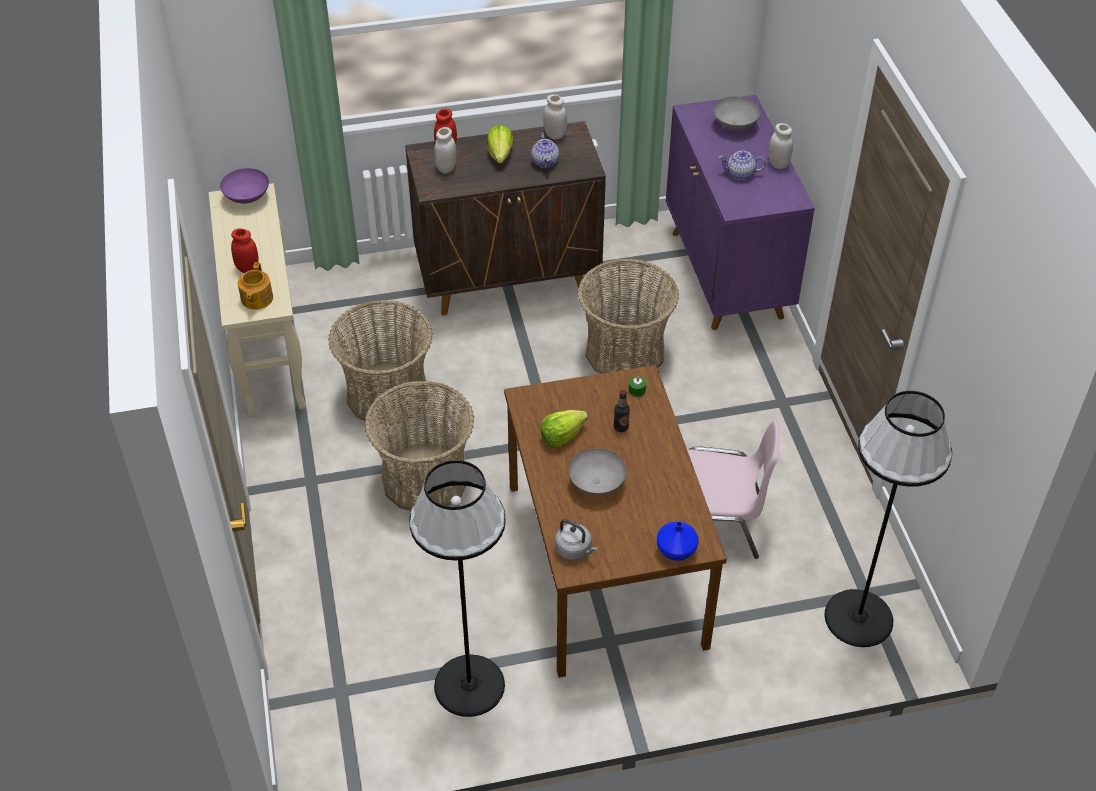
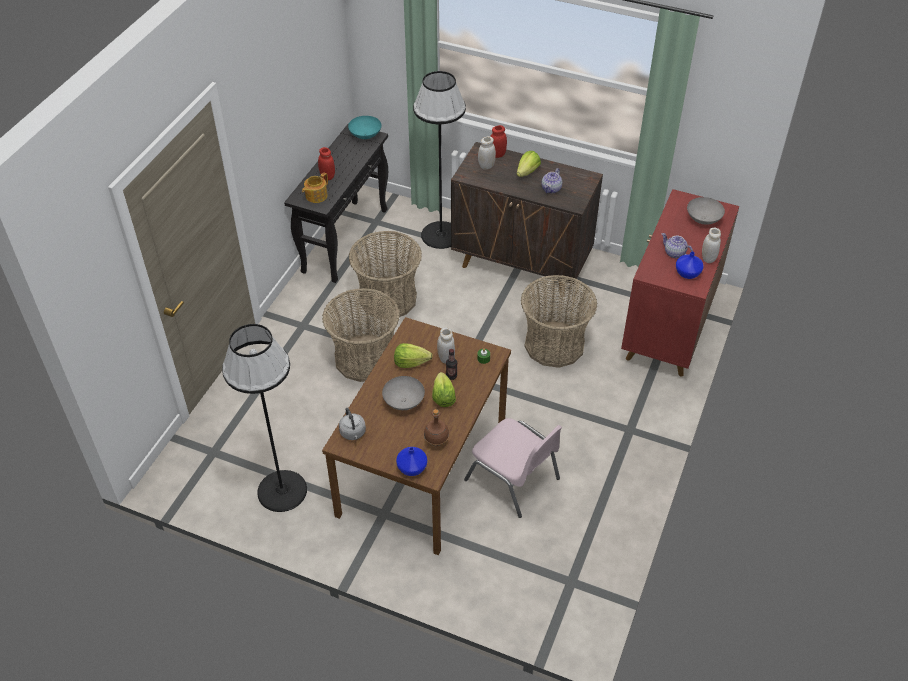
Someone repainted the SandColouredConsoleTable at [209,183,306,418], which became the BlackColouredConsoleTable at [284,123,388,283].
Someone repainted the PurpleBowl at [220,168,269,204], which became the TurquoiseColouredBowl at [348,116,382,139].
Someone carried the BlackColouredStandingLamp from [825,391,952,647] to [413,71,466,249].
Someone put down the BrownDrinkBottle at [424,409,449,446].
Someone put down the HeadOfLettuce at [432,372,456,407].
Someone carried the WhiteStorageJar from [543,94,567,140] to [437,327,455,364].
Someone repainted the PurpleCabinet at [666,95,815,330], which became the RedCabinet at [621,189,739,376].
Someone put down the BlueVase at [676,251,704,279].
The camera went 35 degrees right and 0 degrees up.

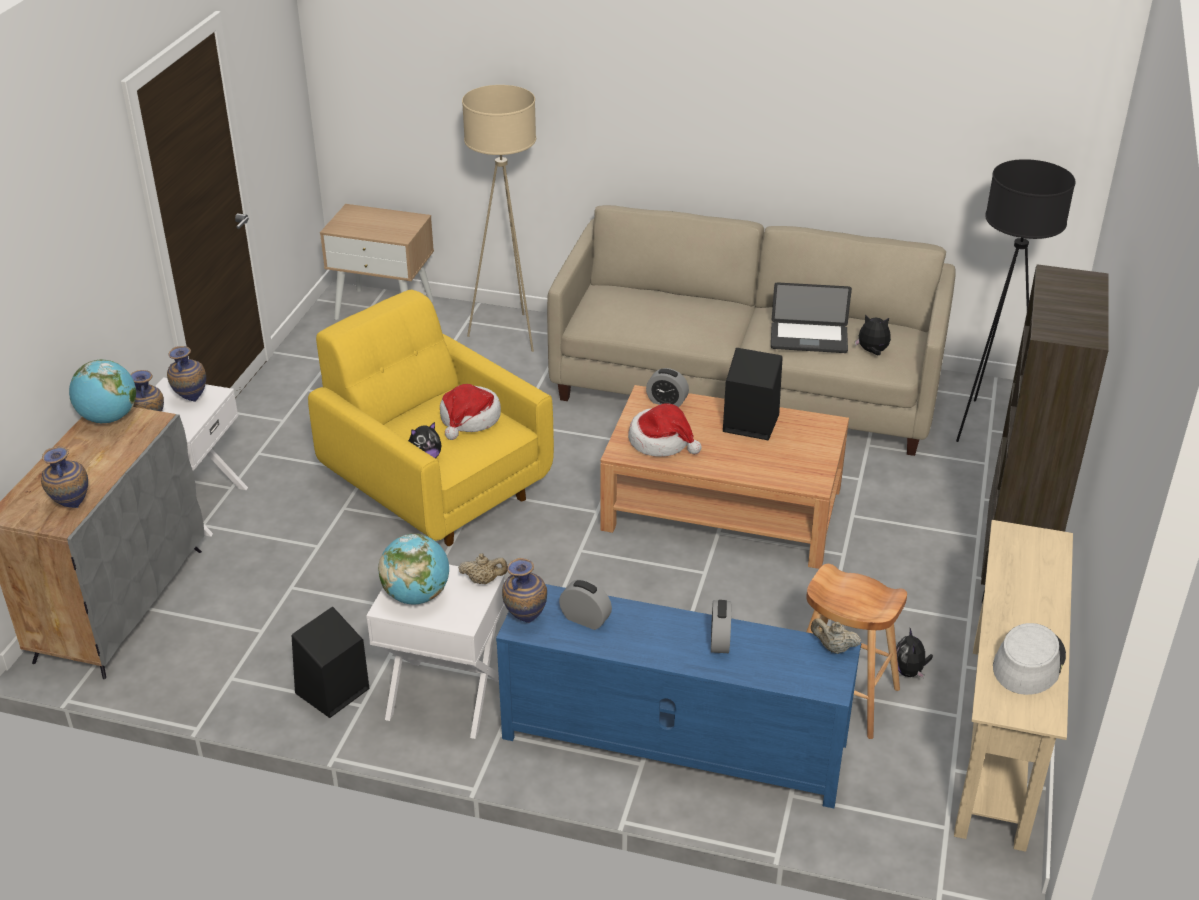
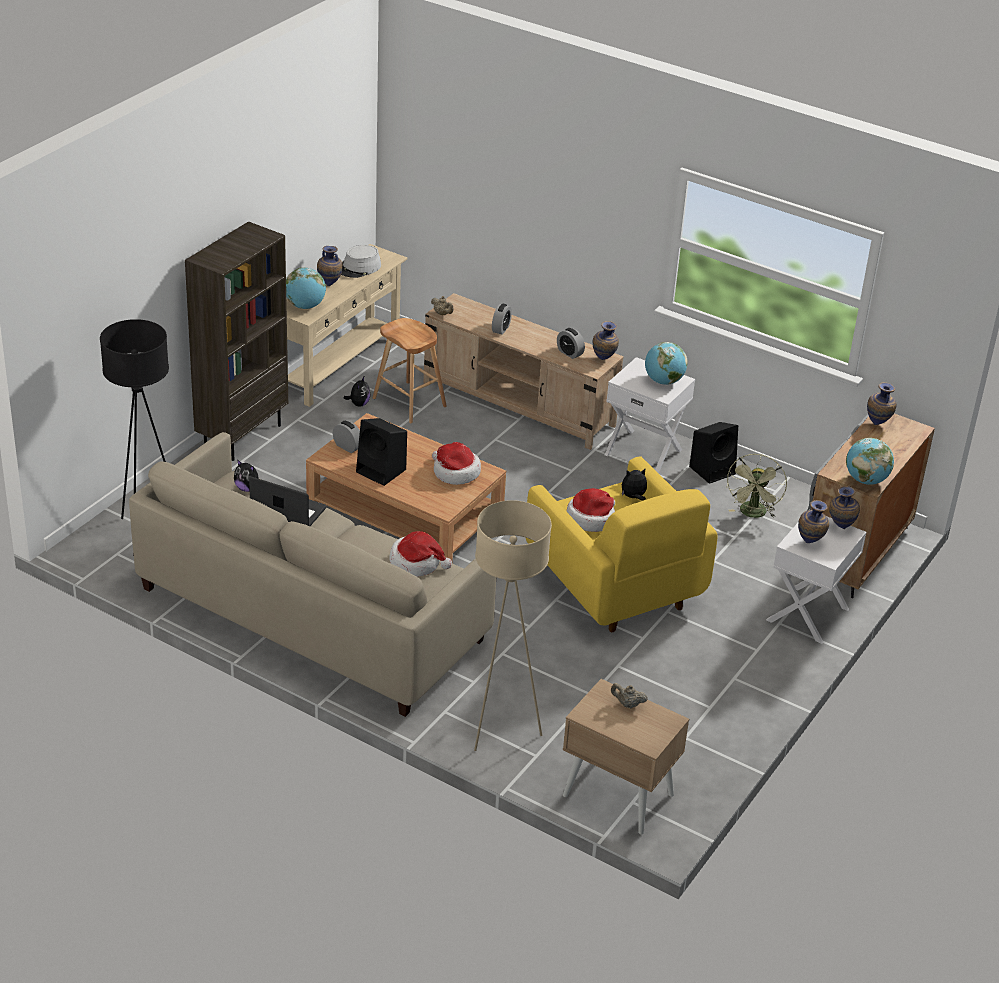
Someone put down the DeskGlobe at [286,267,326,309].
Someone put down the Vase at [317,246,343,286].
Someone carried the BedsideClock from [646,368,689,407] to [333,421,360,453].
Someone put down the ClothingHat at [389,531,452,577].
Someone repainted the BlueTvUnit at [496,584,861,808], which became the SandColouredTvUnit at [424,293,623,450].
Someone carried the SandColouredTeaPot from [458,553,508,584] to [611,683,647,709].
Someone put down the GreenColouredFan at [726,454,787,518].
The camera went 165 degrees left and 0 degrees up.

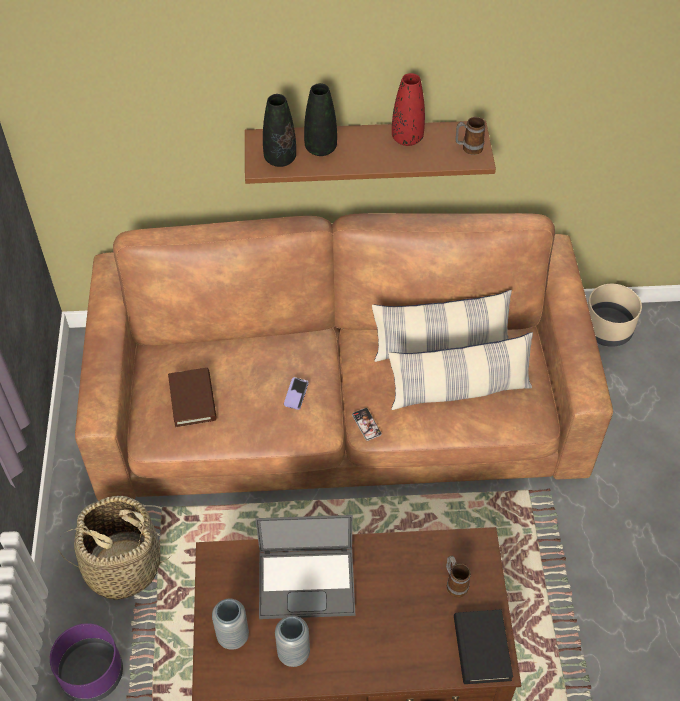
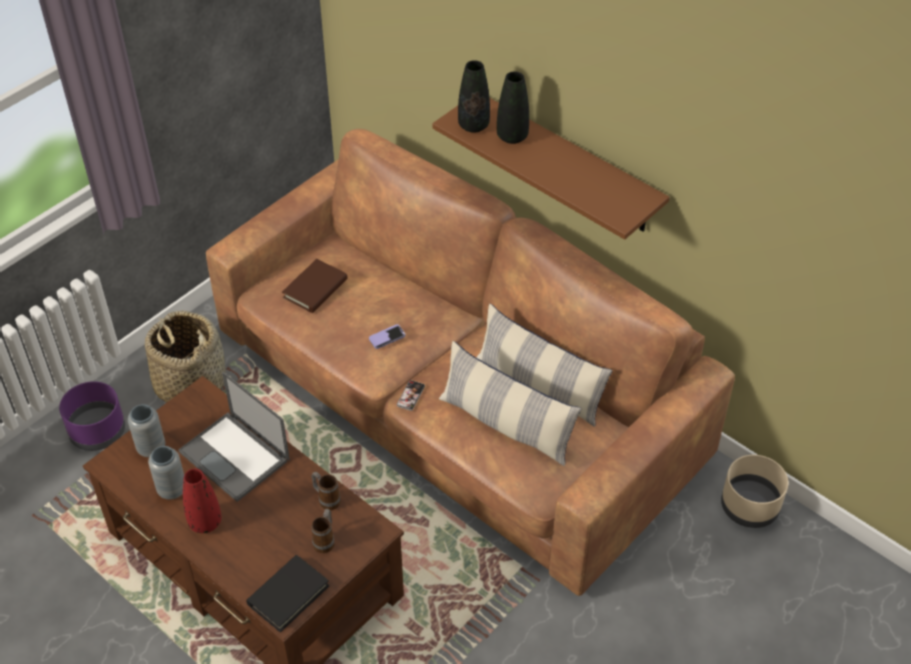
Someone carried the RedVase from [392,73,425,146] to [183,469,221,533].
Someone carried the CoffeeMug from [455,117,485,155] to [311,472,341,510].
The camera went 45 degrees right and 5 degrees down.

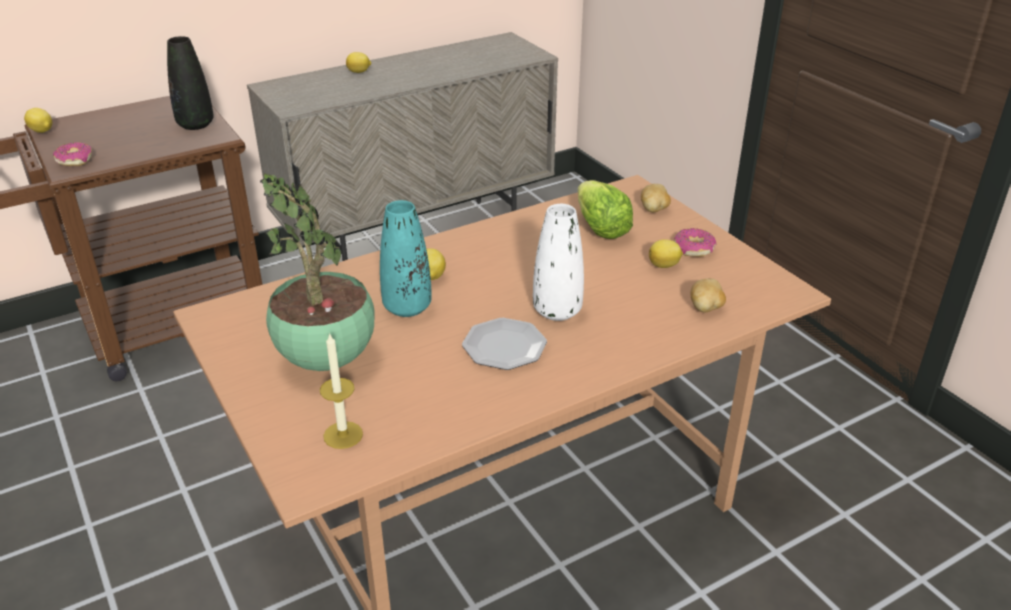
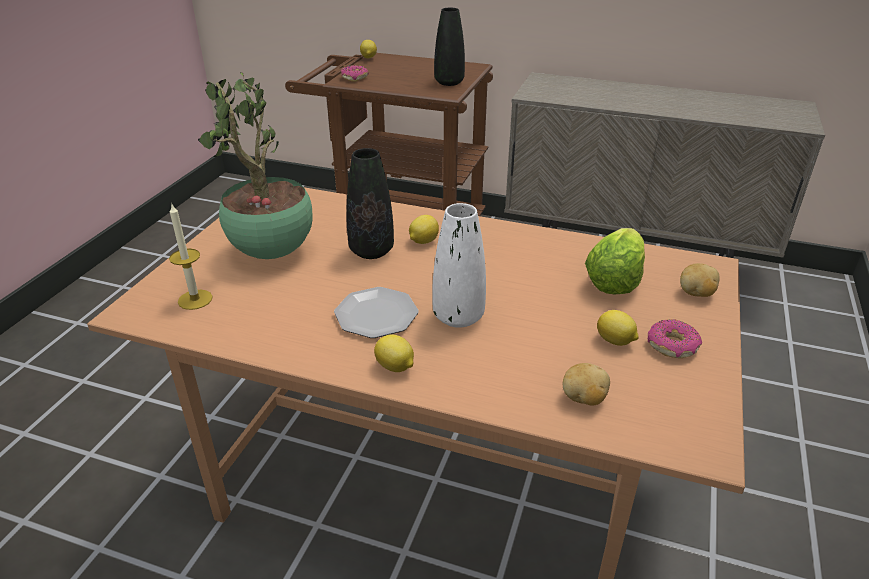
Someone repainted the TurquoiseColouredVase at [380,200,432,317], which became the BlackColouredVase at [346,148,394,259].
Someone carried the WholeLemon from [346,52,371,73] to [374,334,414,372].
The camera went 50 degrees right and 0 degrees up.

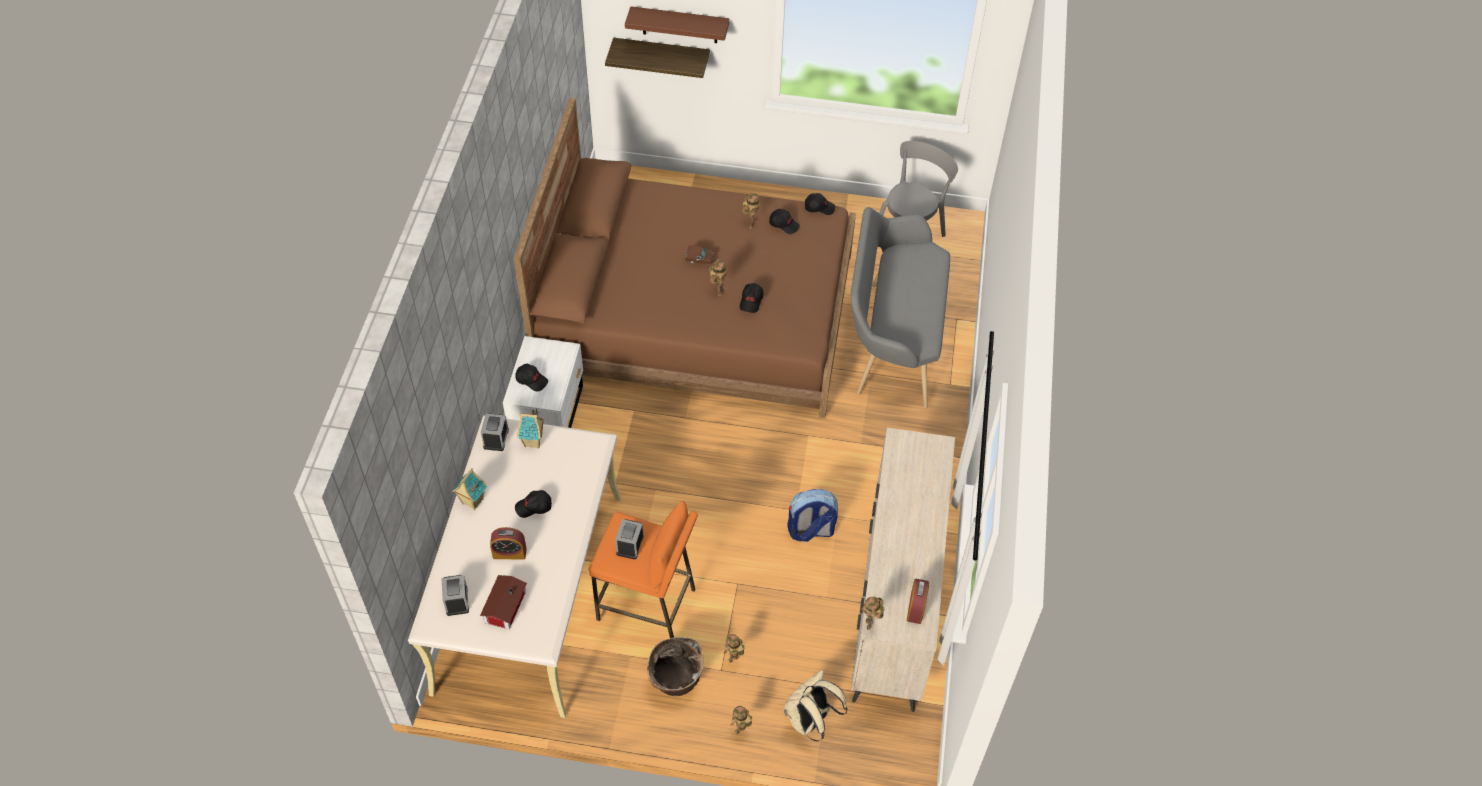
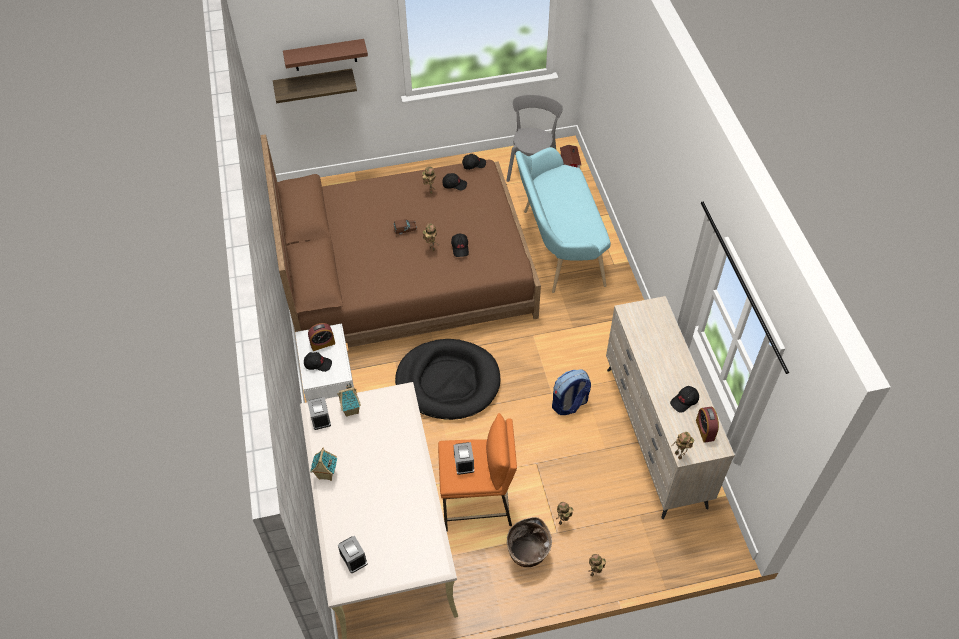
Someone carried the BedsideClock from [490,527,527,560] to [308,323,335,351].
Someone put down the BlackColouredDogBed at [395,339,500,420].
Someone repainted the GreyIndoorBench at [851,207,950,408], which became the TurquoiseColouredIndoorBench at [516,147,611,293].
Someone carried the ModelHouse from [480,575,527,630] to [560,145,581,168].
Someone carried the BlackColouredPeakedCap from [515,490,552,518] to [670,386,699,413].
Someone took away the SandColouredRucksack at [784,670,848,741].
The camera went 20 degrees left and 0 degrees up.

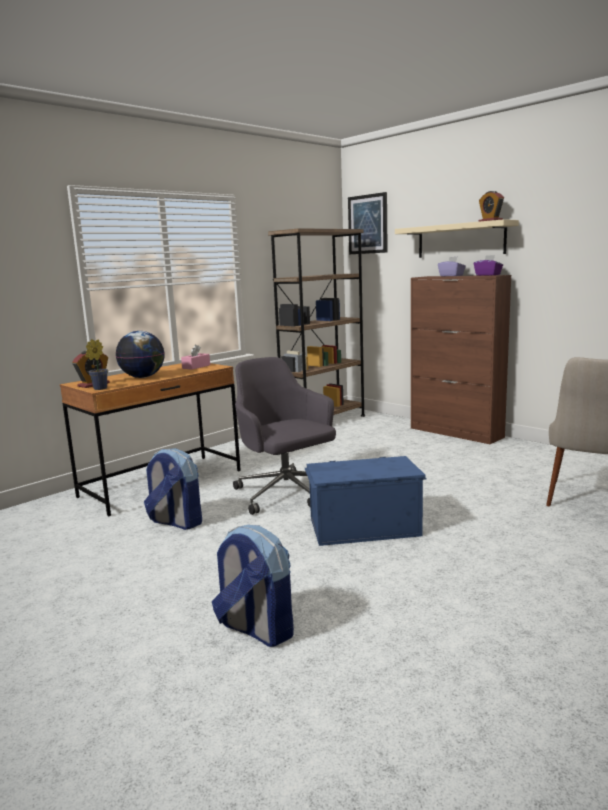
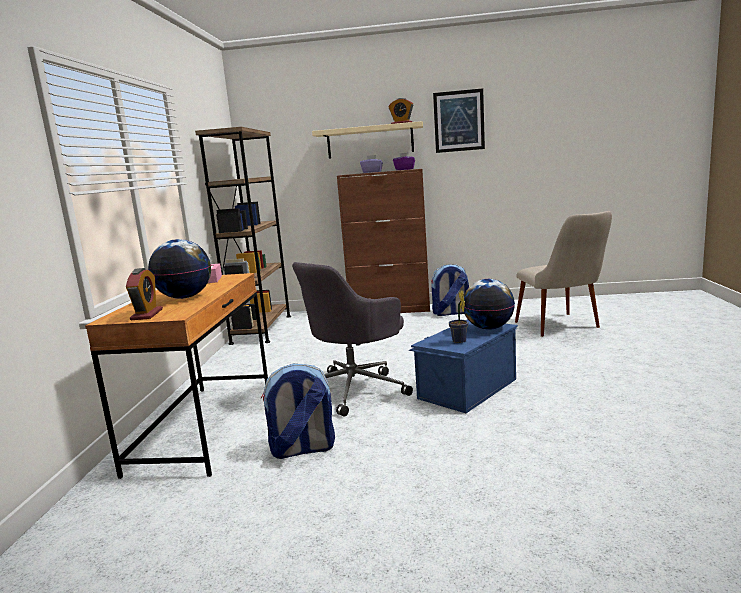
Someone rotated the GreyDeskChair at [233,357,336,515] by 60 degrees counterclockwise.
Someone carried the Rucksack from [212,525,294,647] to [431,264,469,316].
Someone carried the WallArt from [348,192,388,254] to [433,88,485,153].
Someone carried the PlantInAPot from [86,339,108,390] to [449,290,469,343].
Someone put down the DeskGlobe at [464,279,515,330].
The camera went 40 degrees left and 0 degrees up.

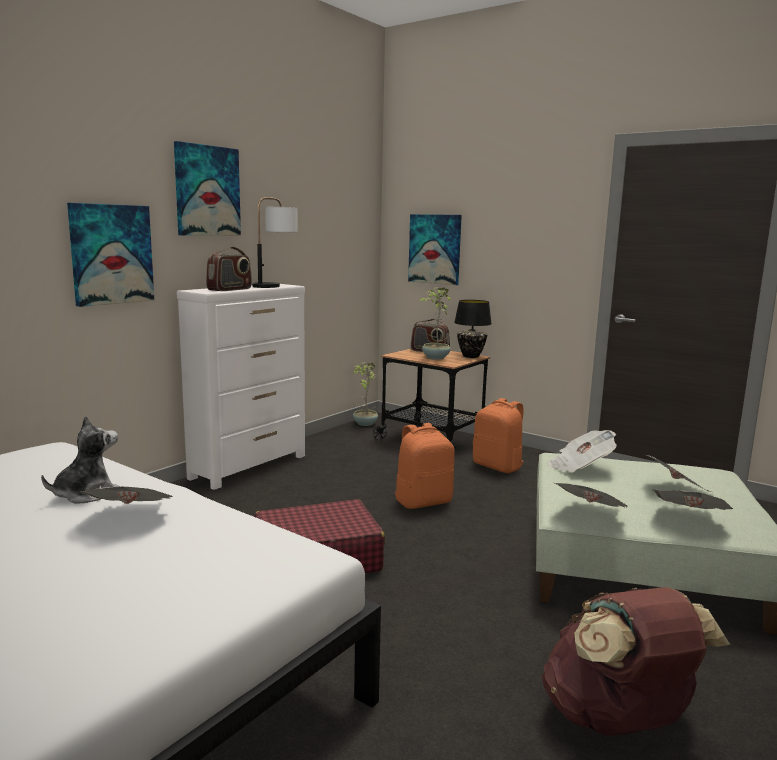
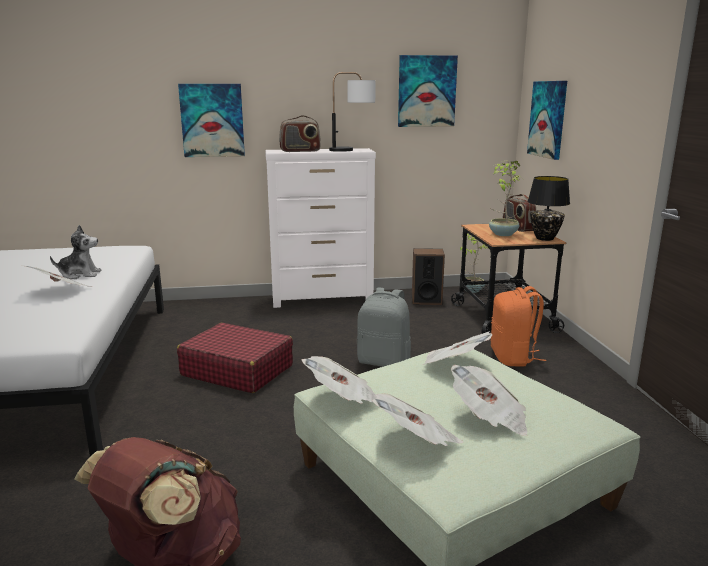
Someone repainted the OrangeRucksack at [395,423,455,509], which became the GreyRucksack at [357,288,411,367].
Someone carried the WallArt from [174,141,241,236] to [398,55,458,127].
Someone put down the Loudspeaker at [412,248,445,305].
The camera went 45 degrees right and 5 degrees up.

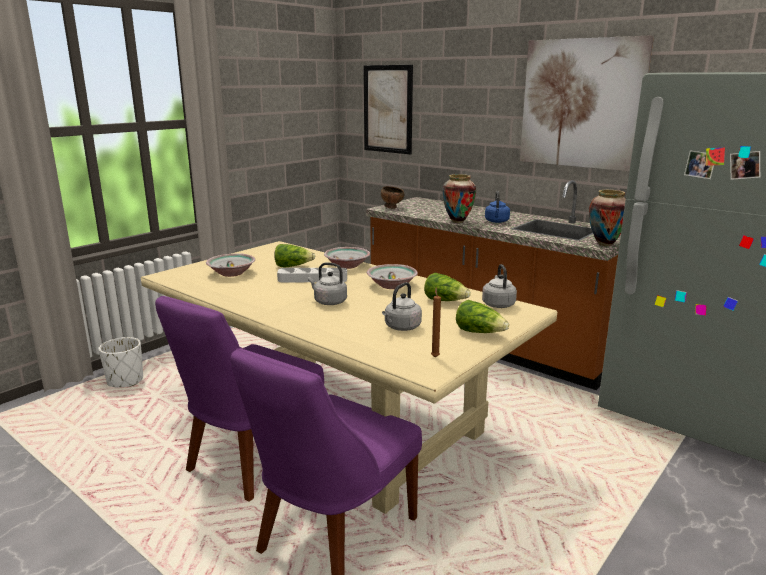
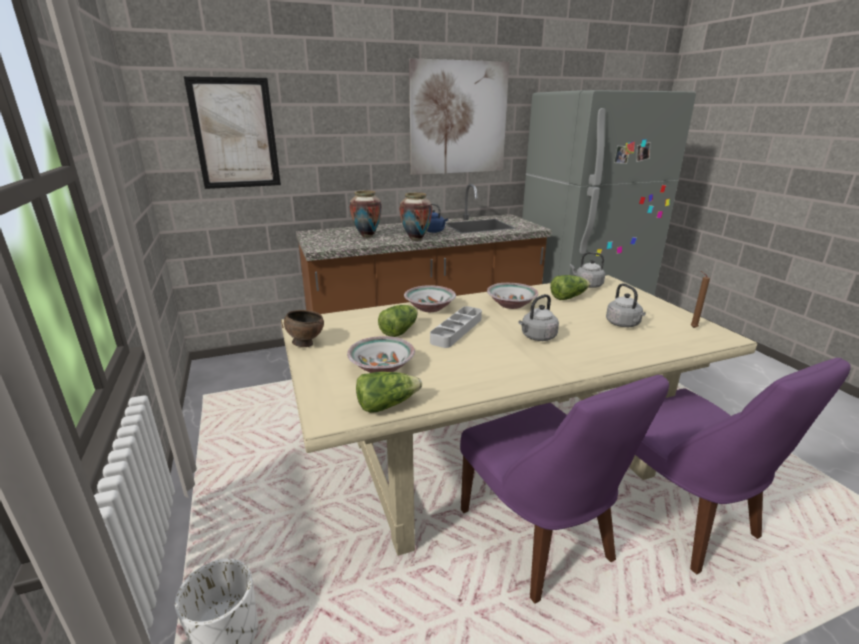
Someone carried the BrownBowl from [381,186,405,209] to [284,310,324,347].
Someone carried the Vase from [589,190,626,246] to [349,190,382,238].
Someone carried the HeadOfLettuce from [456,300,509,333] to [356,372,422,413].
The camera went 60 degrees left and 5 degrees up.

